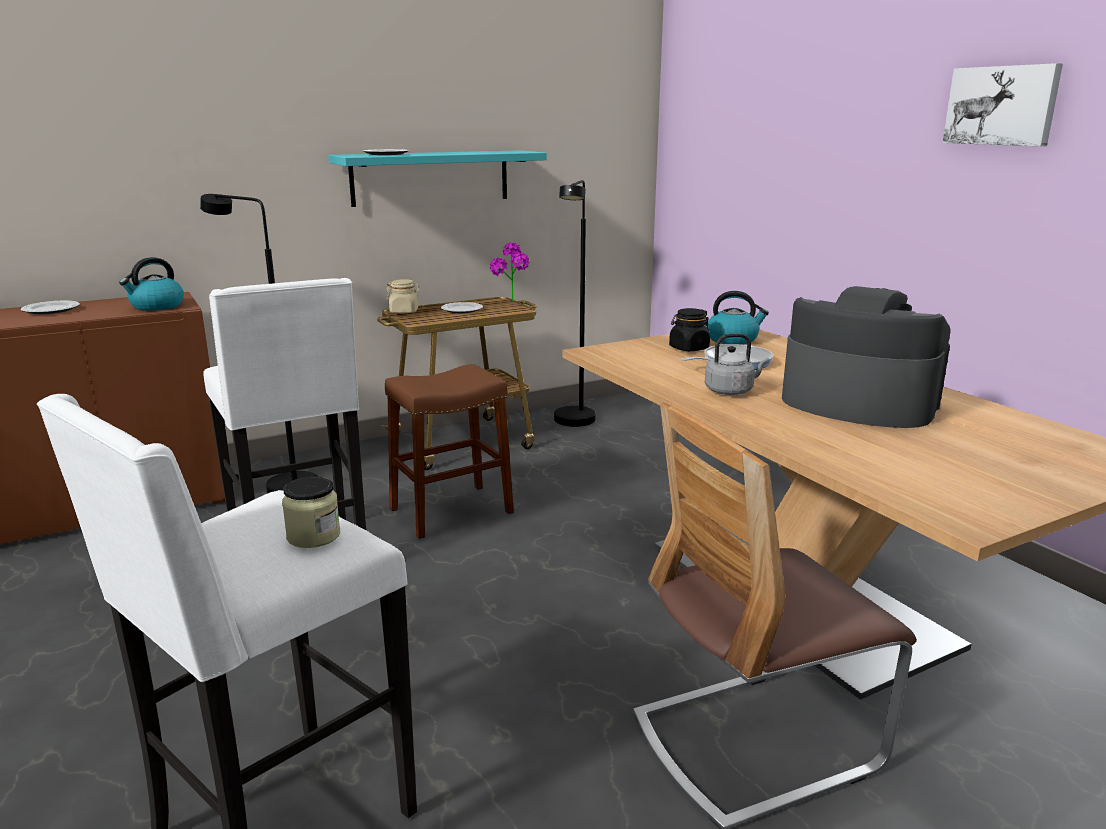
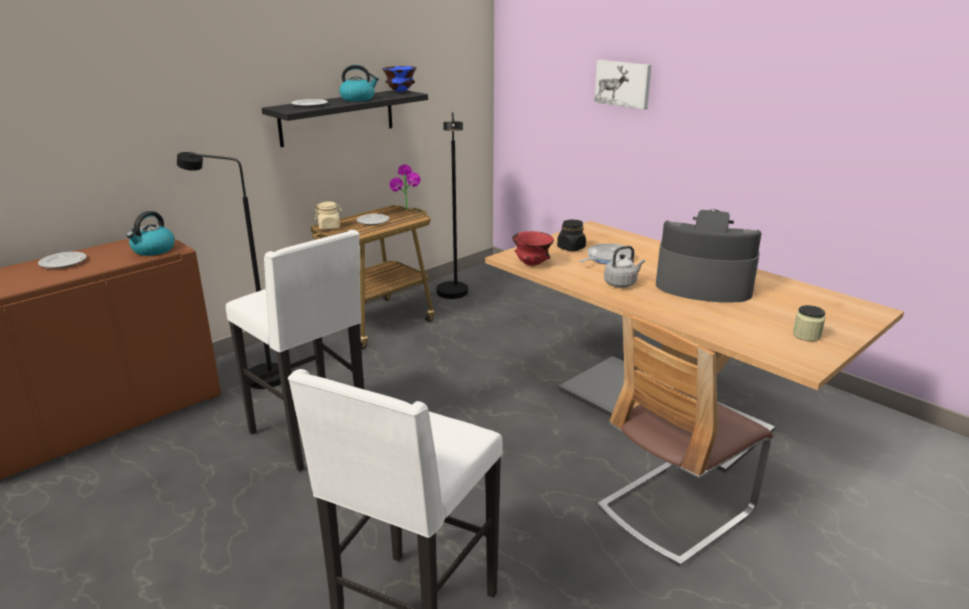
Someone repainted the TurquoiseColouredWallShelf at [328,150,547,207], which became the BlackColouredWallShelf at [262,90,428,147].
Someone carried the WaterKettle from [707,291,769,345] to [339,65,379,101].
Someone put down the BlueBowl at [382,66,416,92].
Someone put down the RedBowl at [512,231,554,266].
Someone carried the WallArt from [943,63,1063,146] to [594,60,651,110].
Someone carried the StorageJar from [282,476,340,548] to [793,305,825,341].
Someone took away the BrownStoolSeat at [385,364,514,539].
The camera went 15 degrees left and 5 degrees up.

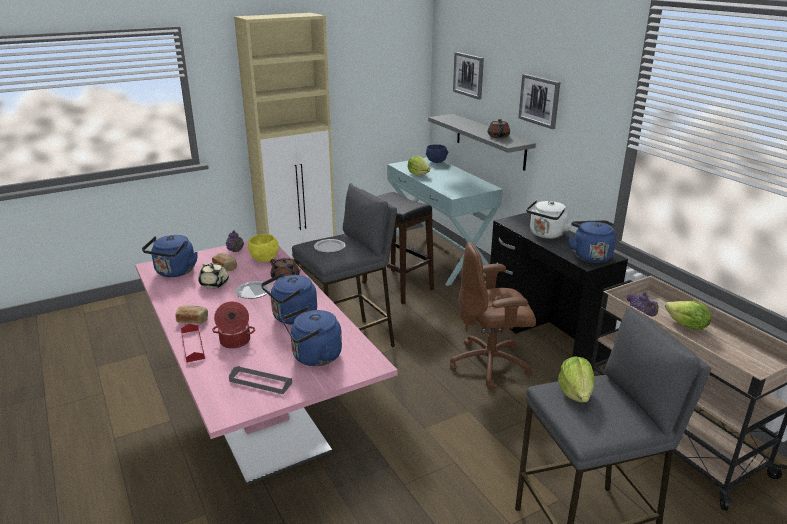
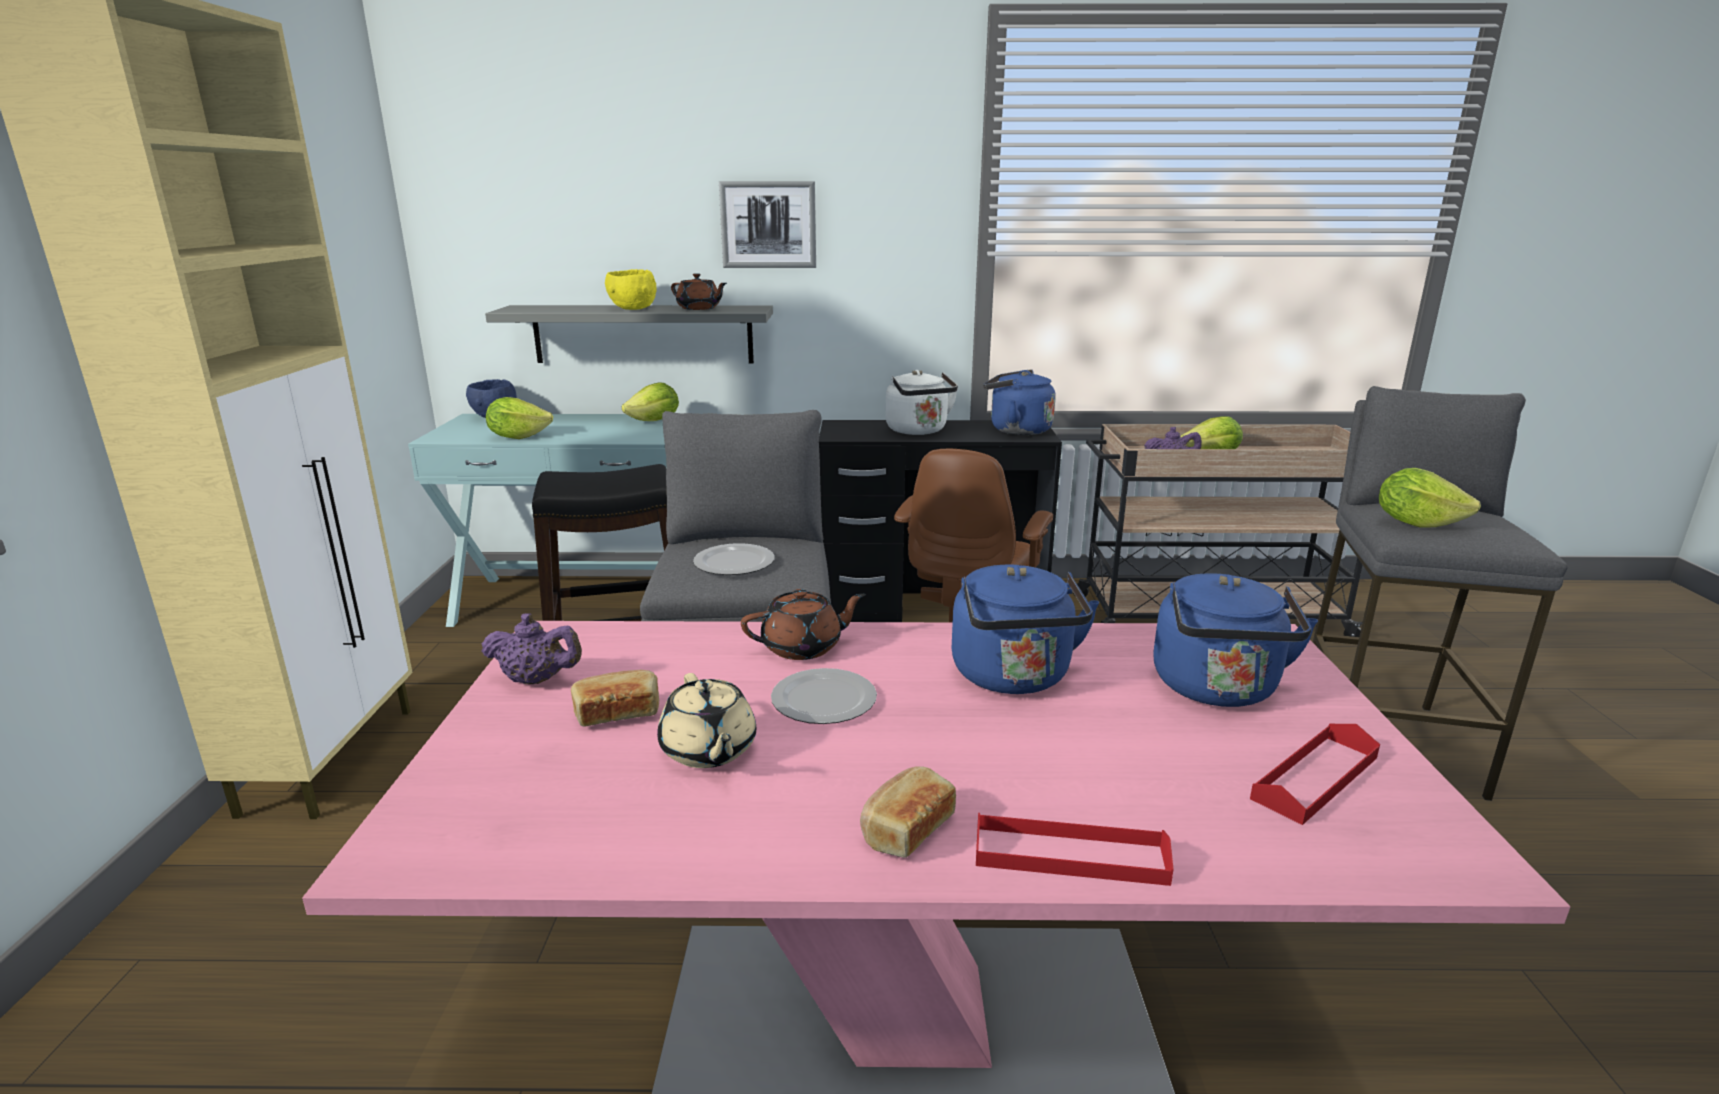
Someone carried the YellowishBowl from [247,234,279,262] to [605,269,657,310].
Someone put down the HeadOfLettuce at [622,382,679,421].
Someone rotated the SandColouredTeaPot at [198,263,229,289] by 75 degrees clockwise.
Someone repainted the GreyServingTray at [229,366,292,394], which became the RedServingTray at [1250,724,1380,825].
Someone took away the BlueWaterKettle at [142,235,198,277].
Someone took away the Stockpot at [212,302,255,349].
Someone took away the WallArt at [453,52,484,100].
The camera went 60 degrees left and 5 degrees down.

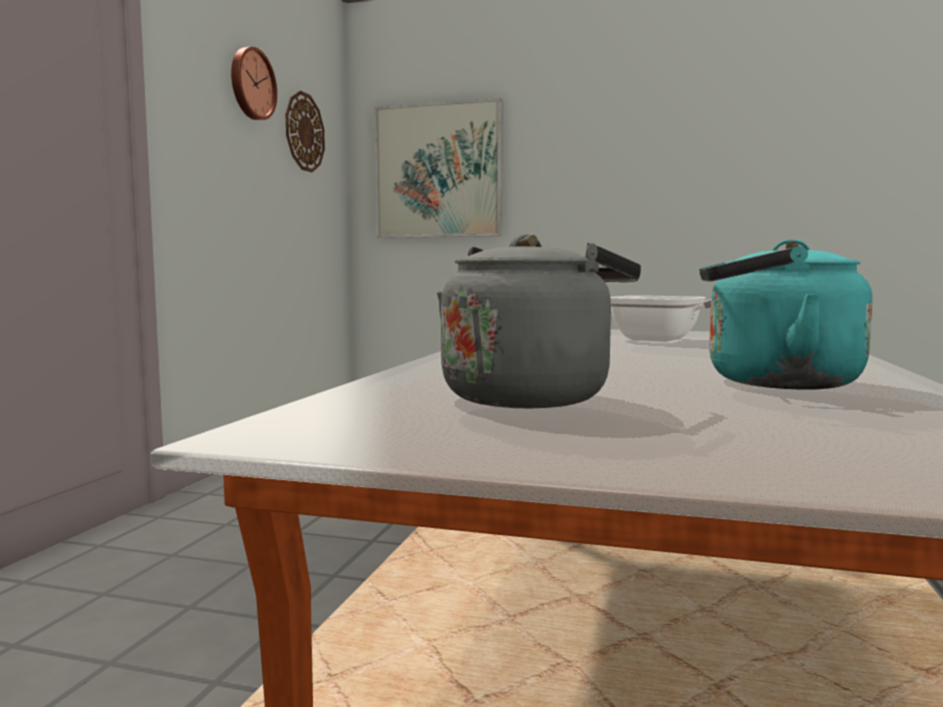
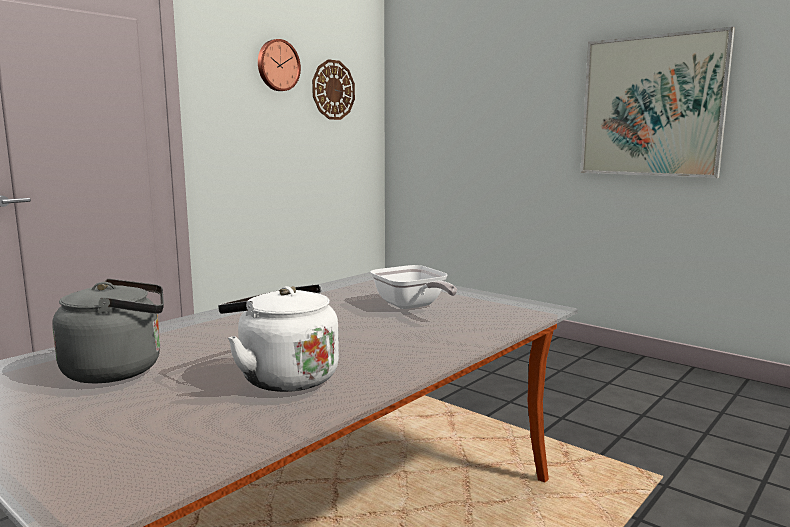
Someone repainted the TurquoiseColouredWaterKettle at [699,239,873,390], which became the WhiteWaterKettle at [218,284,339,392].
Someone carried the WallArt from [374,98,502,238] to [580,27,735,178].
The camera went 25 degrees right and 5 degrees up.

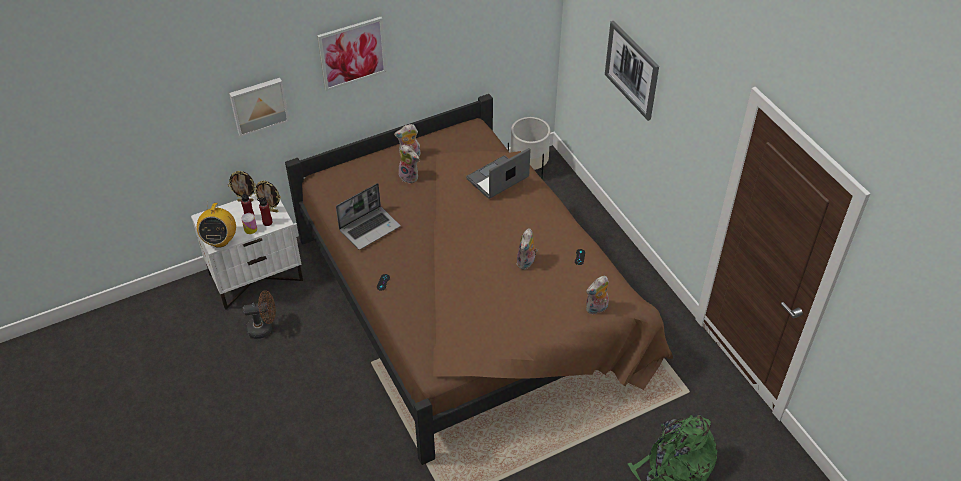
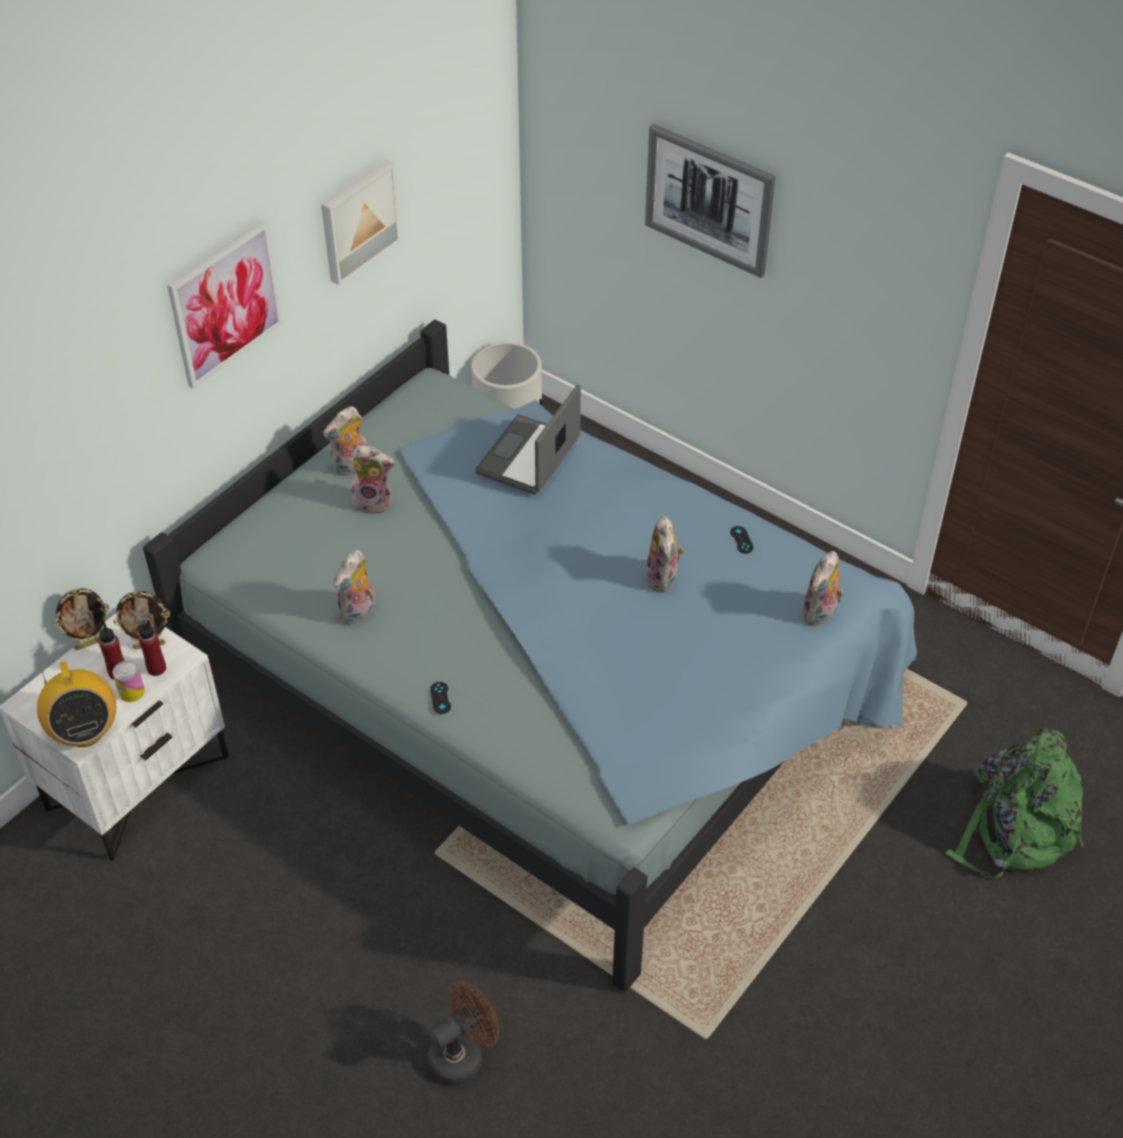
Someone repainted the BrownSleepingBed at [285,94,673,465], which became the BlueSleepingBed at [143,319,917,992].
Someone carried the WallArt from [229,78,289,137] to [321,160,401,285].
Someone swapped the NotebookComputer at [336,183,400,250] for the SoftToy at [334,550,376,625].
Someone carried the BrownFan from [243,290,276,339] to [428,981,499,1086].
The camera went 25 degrees left and 0 degrees up.

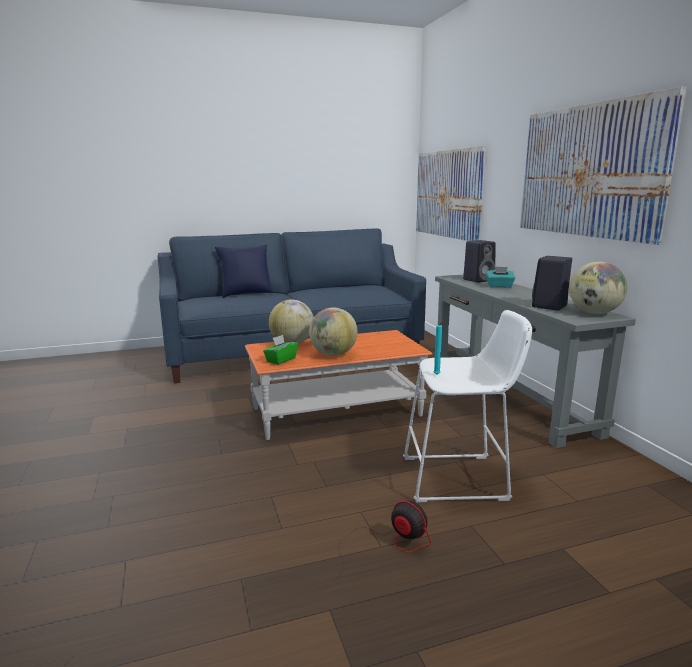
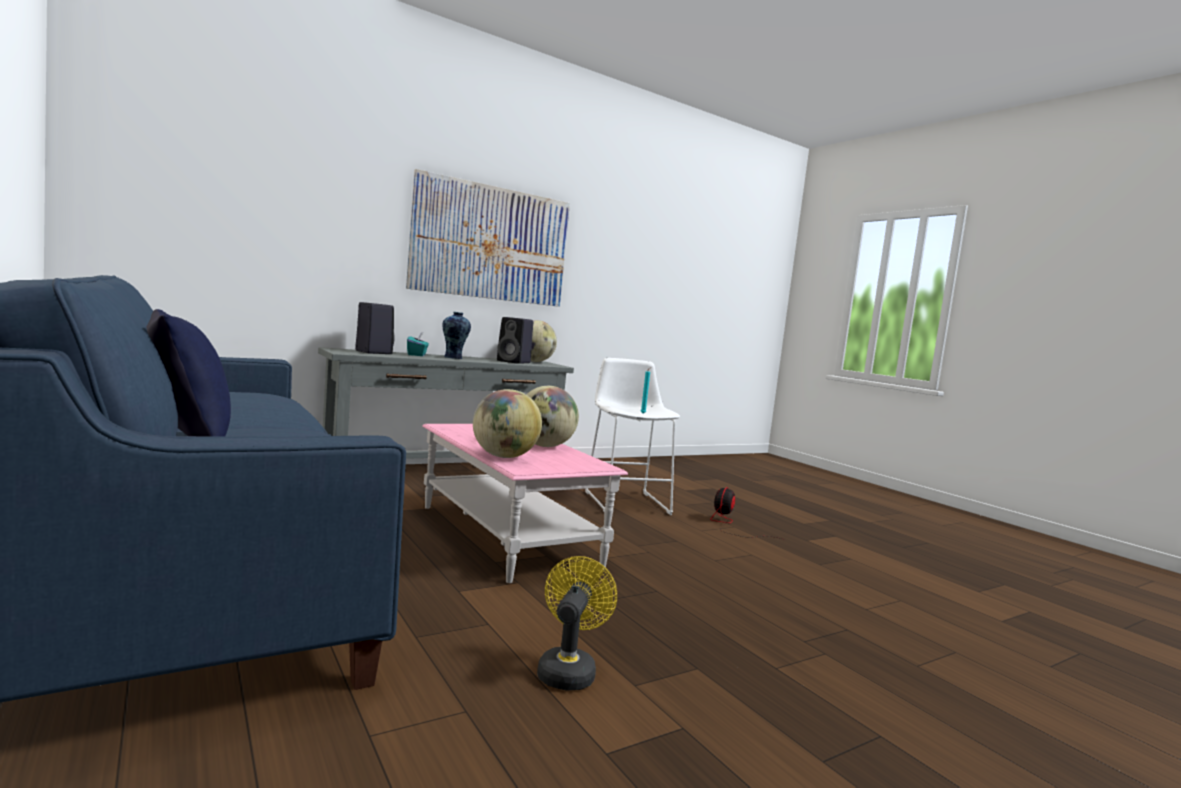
Someone repainted the OrangeLoungeTable at [245,330,433,440], which became the PinkColouredLoungeTable at [422,424,628,583].
Someone put down the Vase at [442,312,471,359].
Someone put down the YellowishFan at [537,556,617,690].
Someone took away the GreenColouredBoxOfTissues at [263,335,298,365].
Someone took away the WallArt at [416,146,486,241].
The camera went 105 degrees left and 10 degrees down.

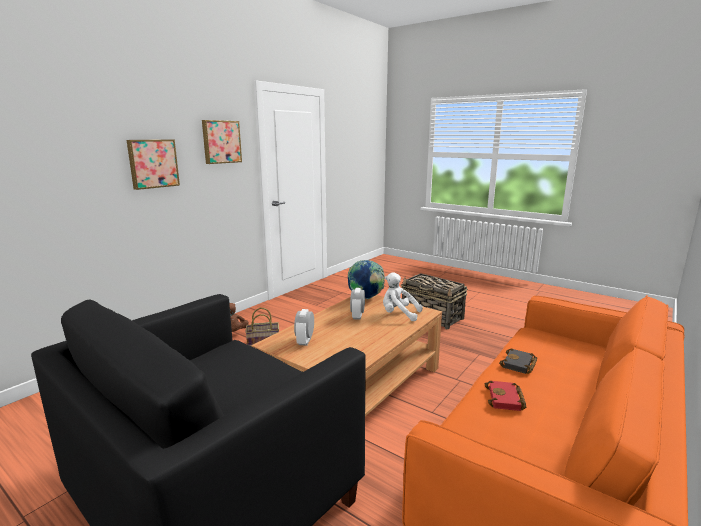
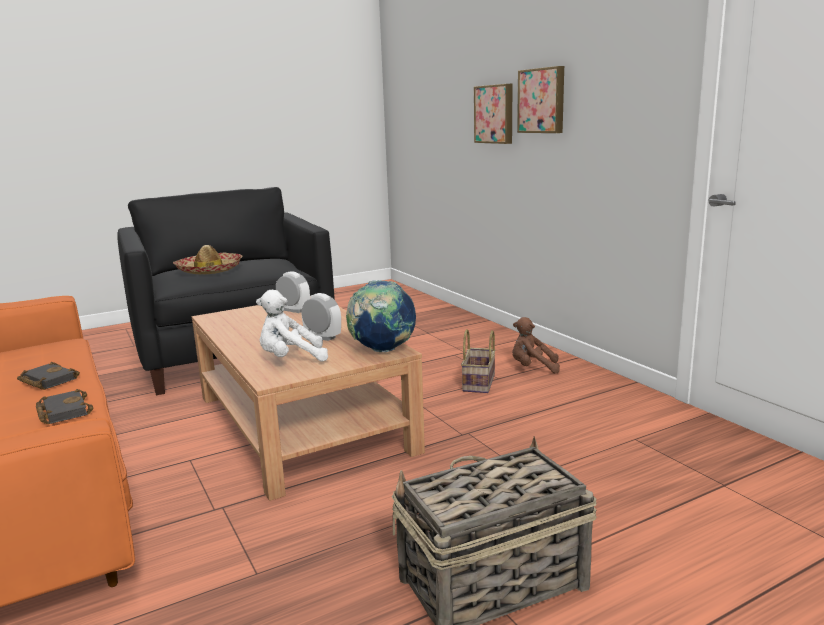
Someone repainted the RedBoundBook at [485,381,526,411], which became the BlackColouredBoundBook at [17,362,80,390].
Someone put down the ClothingHat at [173,245,242,274].
Someone rotated the WhiteSoftToy at [383,273,423,321] by 150 degrees counterclockwise.
Someone carried the WallArt from [202,120,242,164] to [474,84,513,144].
The camera went 115 degrees right and 0 degrees up.

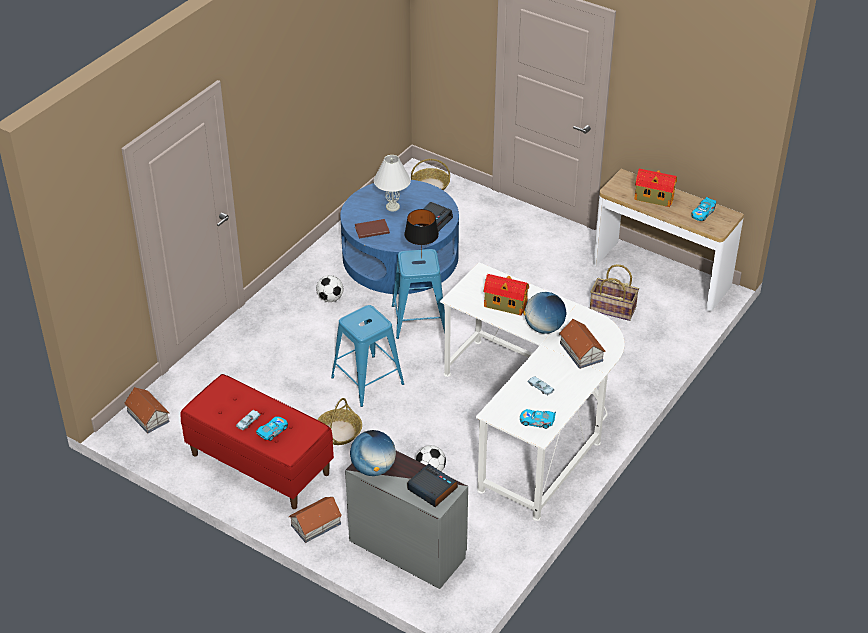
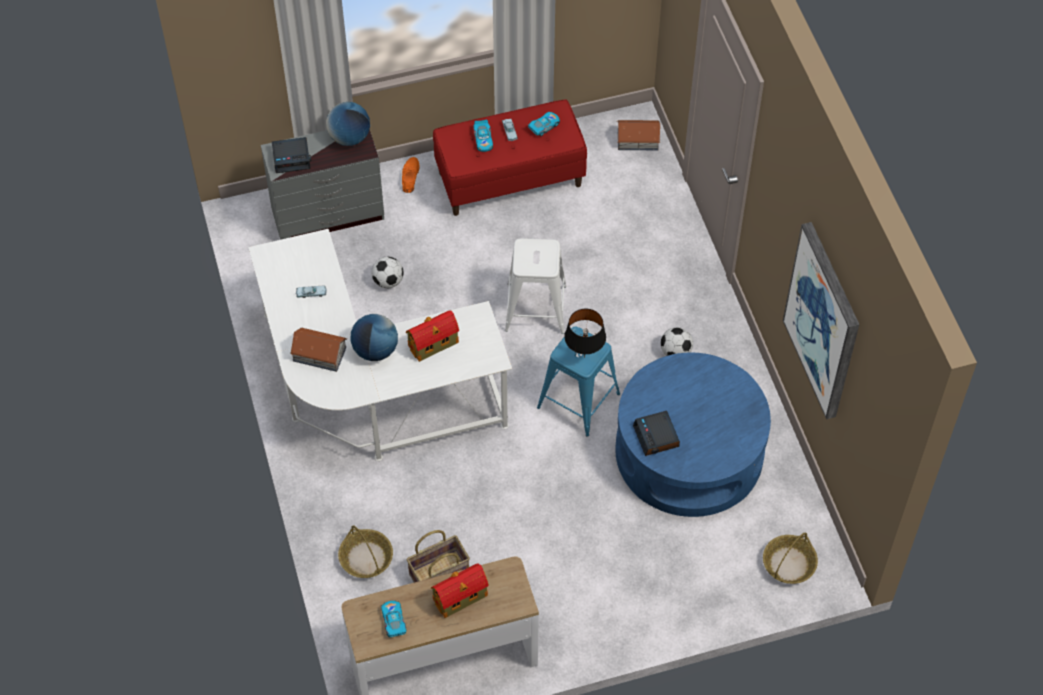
Someone carried the Basket from [317,398,362,445] to [338,525,393,578].
Someone swapped the ModelHouse at [289,497,342,543] for the OrangeShoe at [402,157,419,193].
Someone repainted the BlueStoolSeat at [331,305,404,407], which became the WhiteStoolSeat at [505,238,566,334].
Someone carried the MiniatureCar from [520,409,556,429] to [527,112,560,136].
Someone put up the WallArt at [783,222,859,419].
Someone took away the BrownBoundBook at [355,219,390,239].
Someone took away the WhiteLampForATable at [374,155,411,212].
The camera went 130 degrees right and 15 degrees up.

